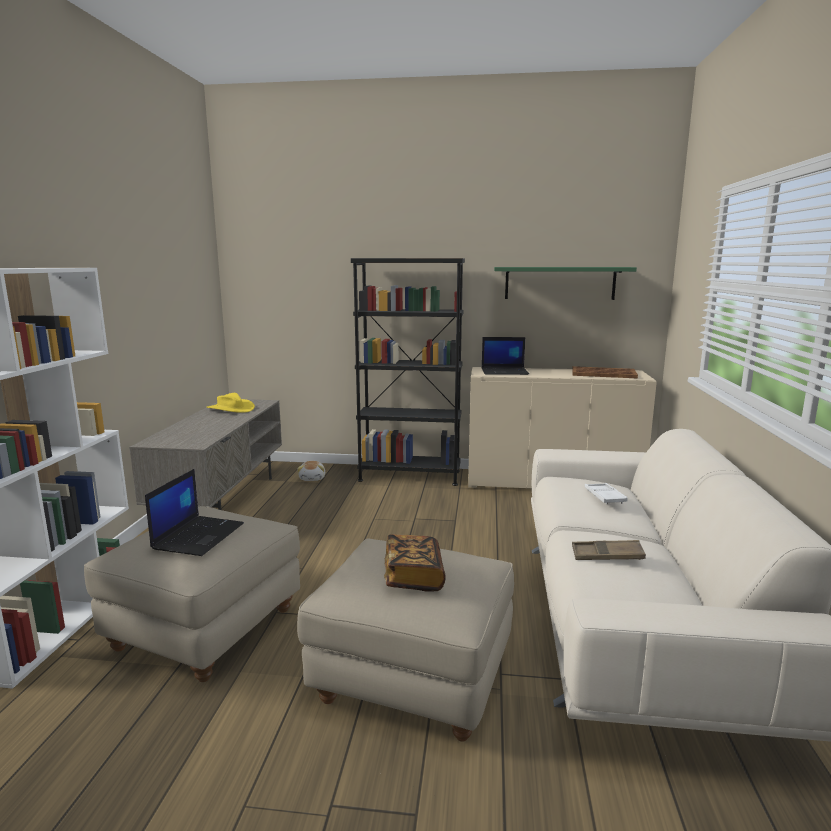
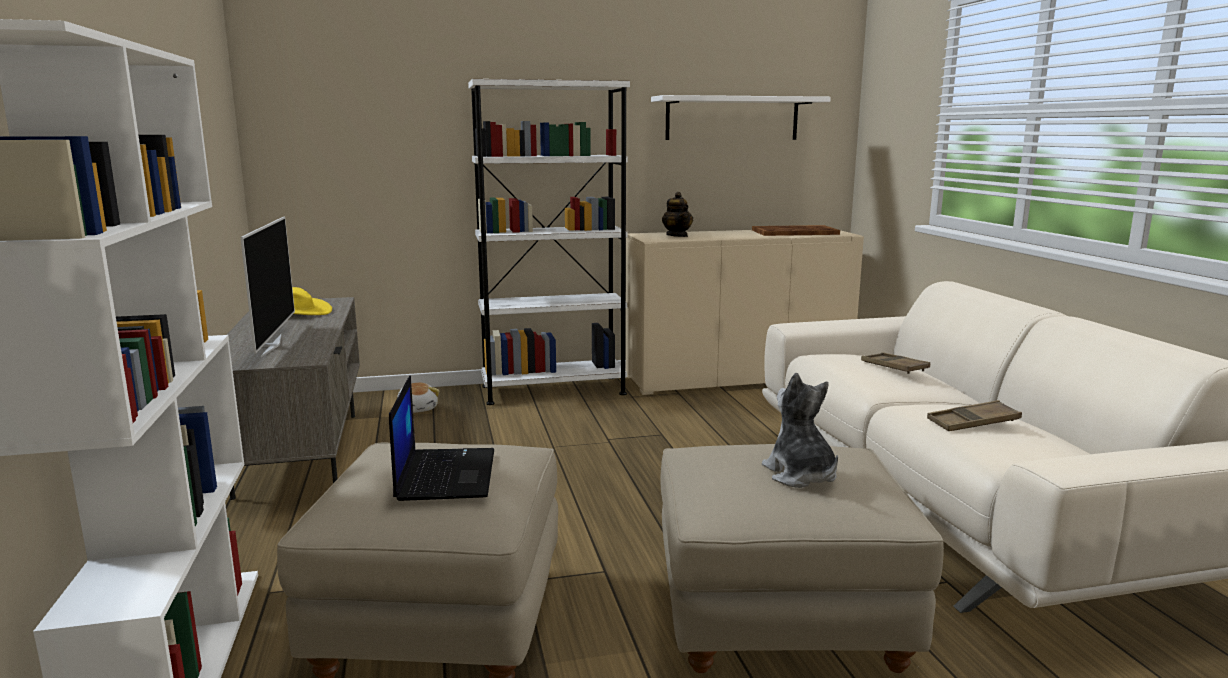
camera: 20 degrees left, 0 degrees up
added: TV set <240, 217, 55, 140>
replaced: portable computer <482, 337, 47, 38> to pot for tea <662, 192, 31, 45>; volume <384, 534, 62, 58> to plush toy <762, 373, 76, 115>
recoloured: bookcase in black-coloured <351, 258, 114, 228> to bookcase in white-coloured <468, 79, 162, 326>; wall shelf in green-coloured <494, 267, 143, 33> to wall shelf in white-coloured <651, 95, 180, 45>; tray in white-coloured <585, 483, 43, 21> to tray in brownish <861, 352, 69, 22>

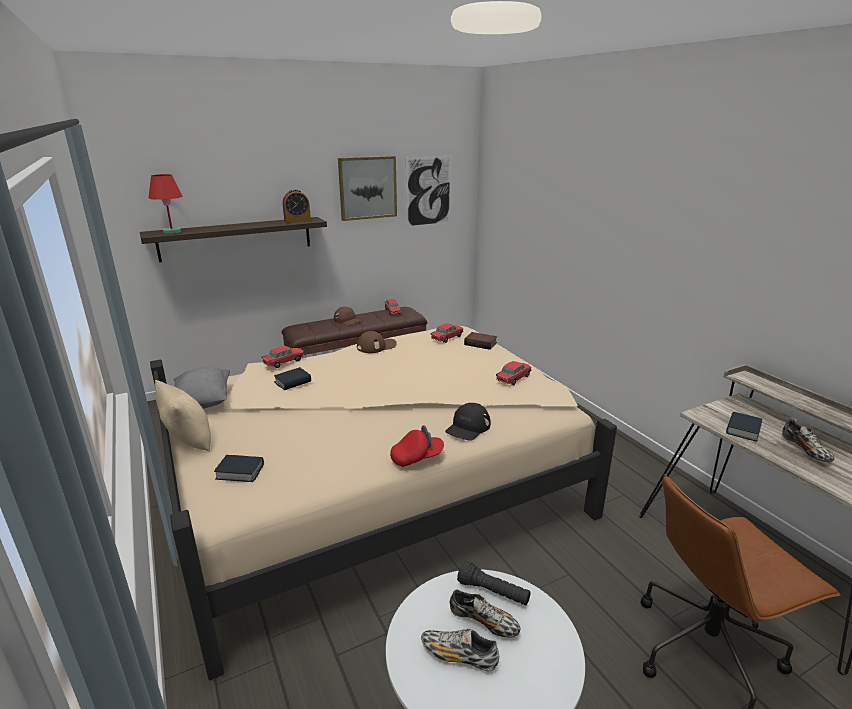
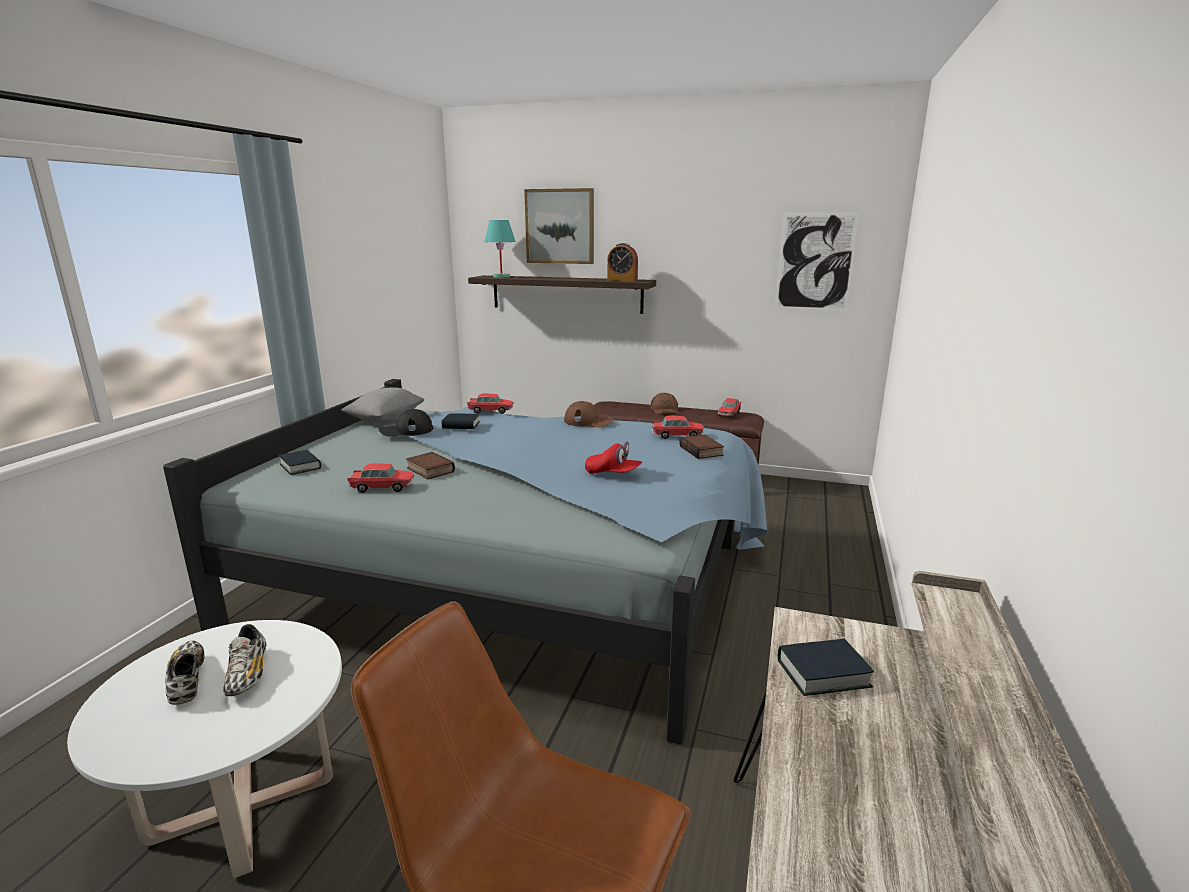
camera: 45 degrees right, 5 degrees down
removed: throw pillow in sand-coloured <155, 380, 56, 71>; low shoe <782, 419, 53, 43>; flashlight in black-coloured <457, 561, 74, 45>
added: volume <406, 452, 49, 27>
moved: wall art <338, 156, 59, 65> to <524, 188, 70, 76>; model car <496, 361, 36, 24> to <348, 463, 66, 30>; baseball cap in black-coloured <445, 403, 46, 38> to <379, 409, 54, 27>; baseball cap in reddish <390, 425, 54, 42> to <585, 441, 57, 33>
recoloured: tabletop lamp in reddish <148, 174, 35, 60> to tabletop lamp in turquoise <484, 220, 32, 58>; bed in sand-coloured <150, 326, 467, 354> to bed in blue-coloured <163, 379, 605, 366>

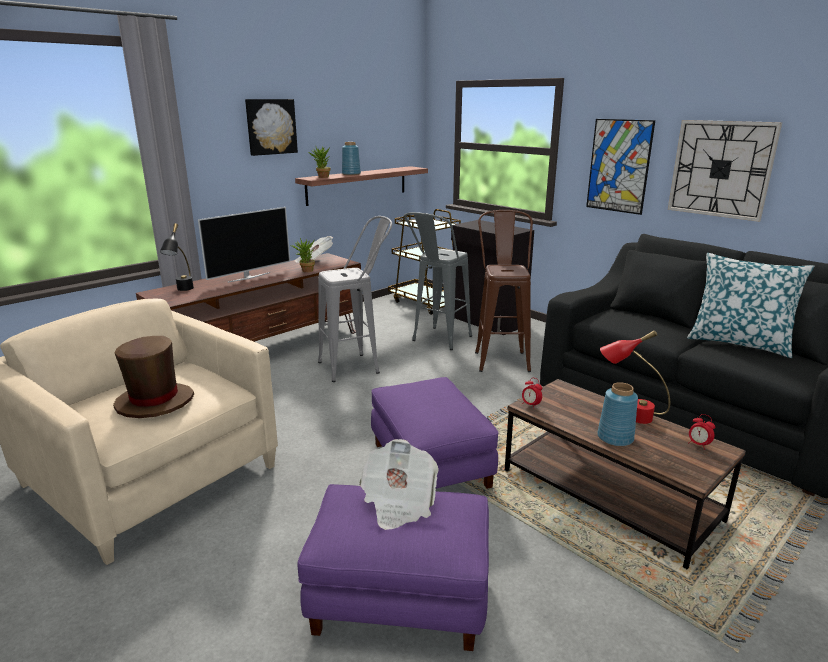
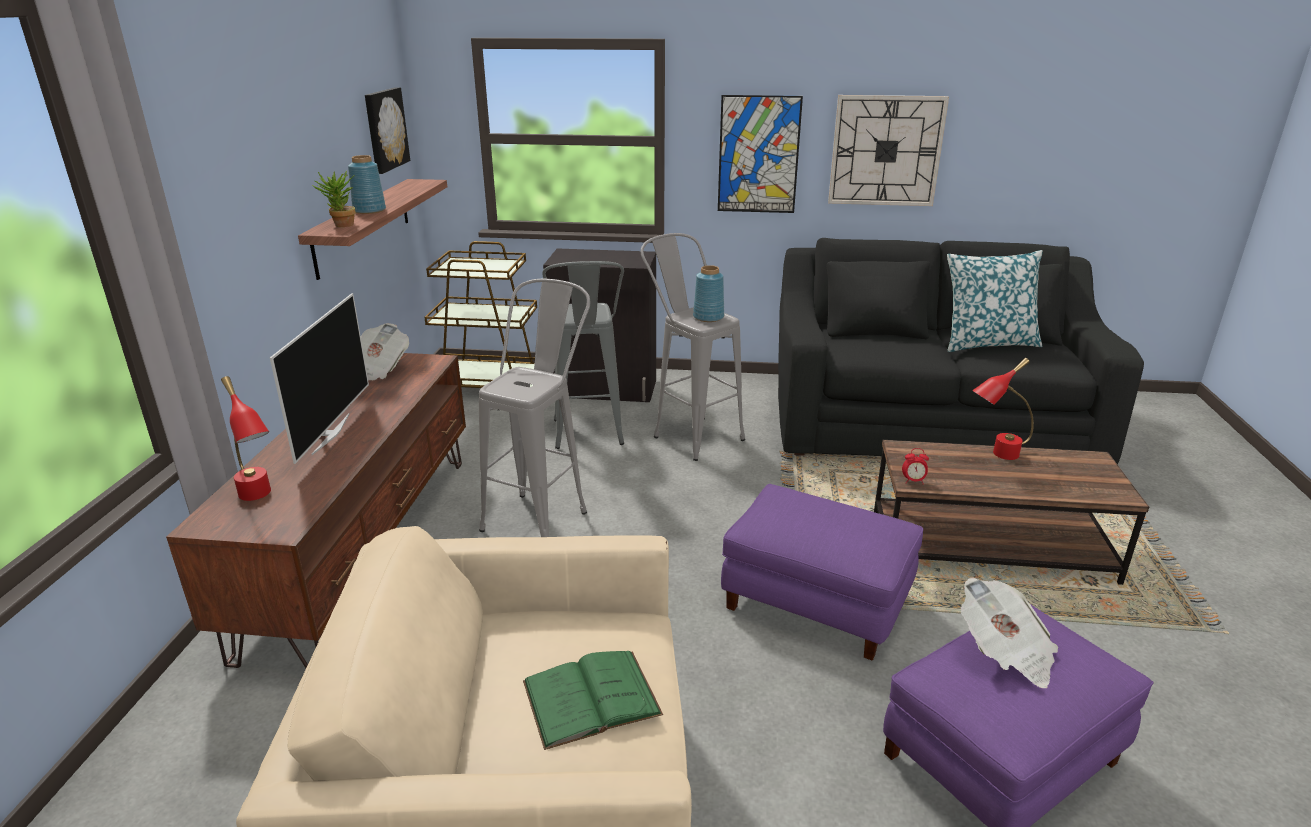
camera: 40 degrees left, 5 degrees up
removed: plant in a pot <292, 238, 23, 34>; table clock <688, 414, 27, 36>
moved: wall art <245, 99, 53, 57> to <365, 87, 45, 87>; vase in blue-coloured <597, 382, 41, 64> to <693, 265, 31, 57>
replaced: wearable hat in brownish <113, 336, 81, 82> to volume in green-coloured <523, 651, 140, 99>
recoloured: stool seat in brownish <475, 210, 58, 162> to stool seat in greyish <641, 233, 104, 228>; tabletop lamp in black-coloured <160, 223, 34, 68> to tabletop lamp in reddish <221, 376, 50, 125>

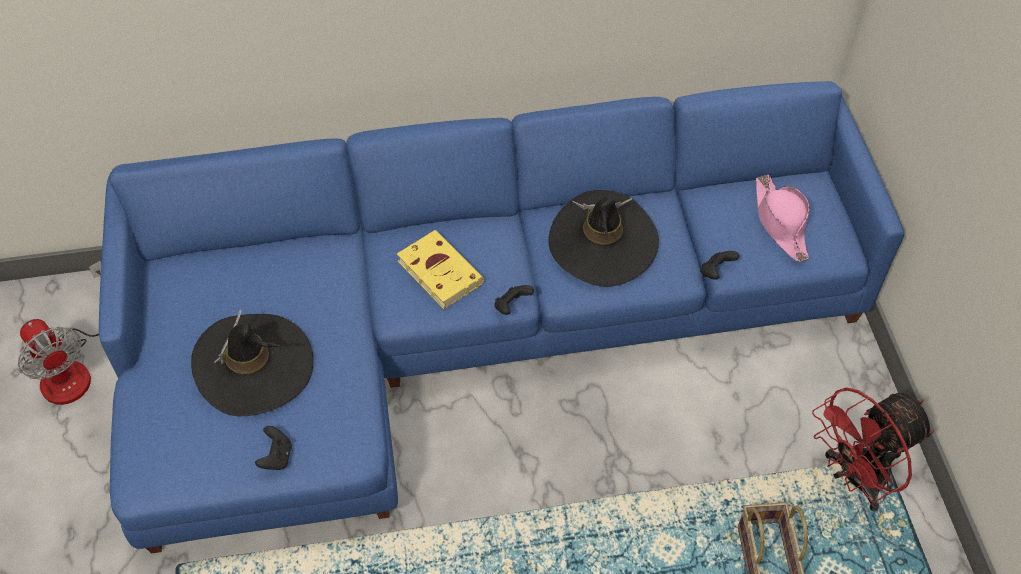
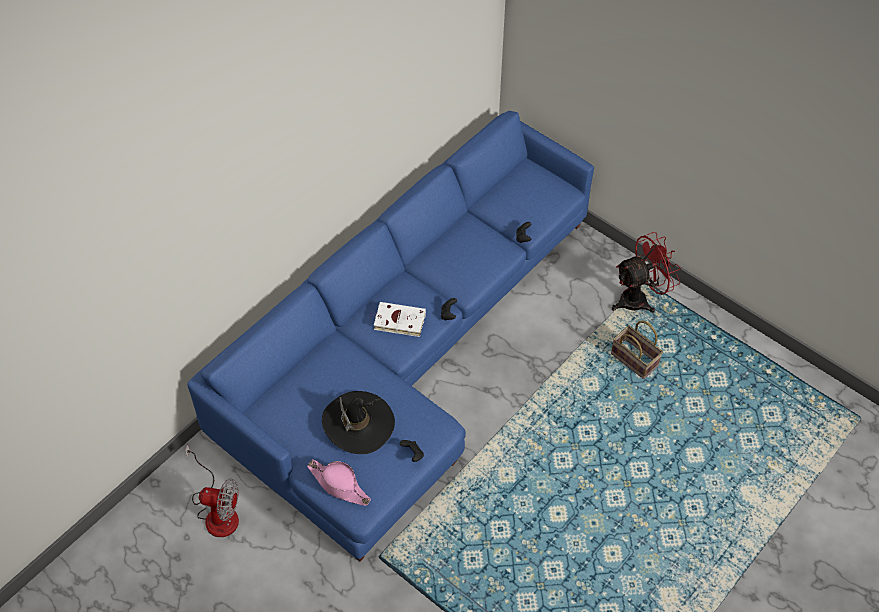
camera: 40 degrees left, 0 degrees up
removed: wearable hat in black-coloured <548, 190, 111, 97>
moved: wearable hat in pinkish <756, 175, 54, 87> to <307, 459, 64, 47>
recoloured: volume in yellowish <397, 230, 87, 79> to volume in white-coloured <368, 302, 58, 35>
turned: fan in reddish <812, 387, 122, 125> = <612, 232, 69, 81> 135 degrees counterclockwise

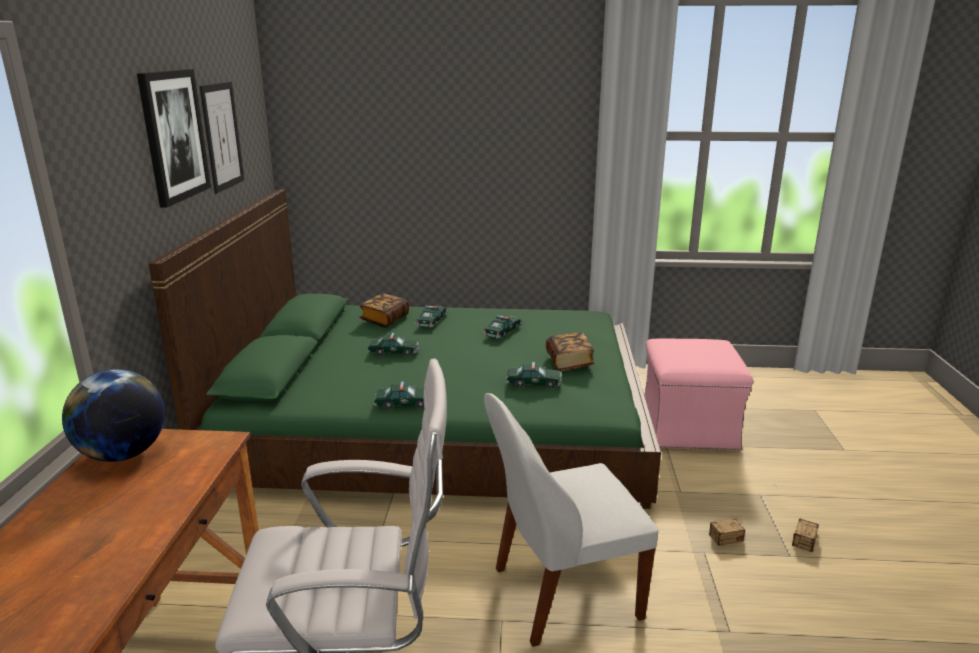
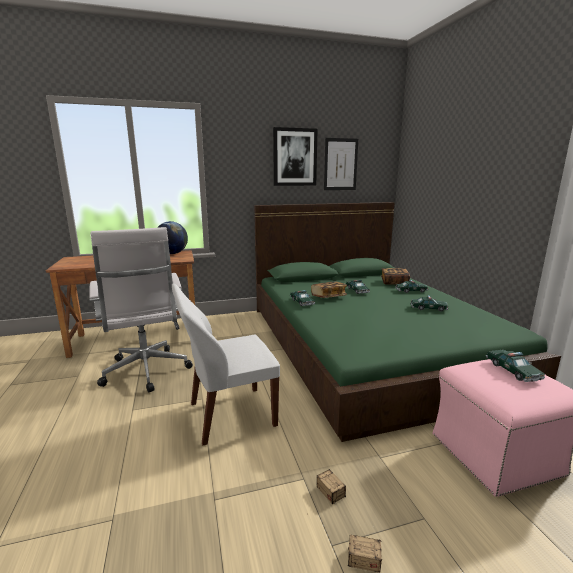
camera: 70 degrees right, 5 degrees down
moved: volume <546, 332, 49, 39> to <311, 281, 36, 17>; model car <506, 362, 56, 26> to <486, 350, 59, 32>
turned: plain chair in white-coloured <484, 393, 174, 254> = <172, 283, 108, 162> 75 degrees counterclockwise

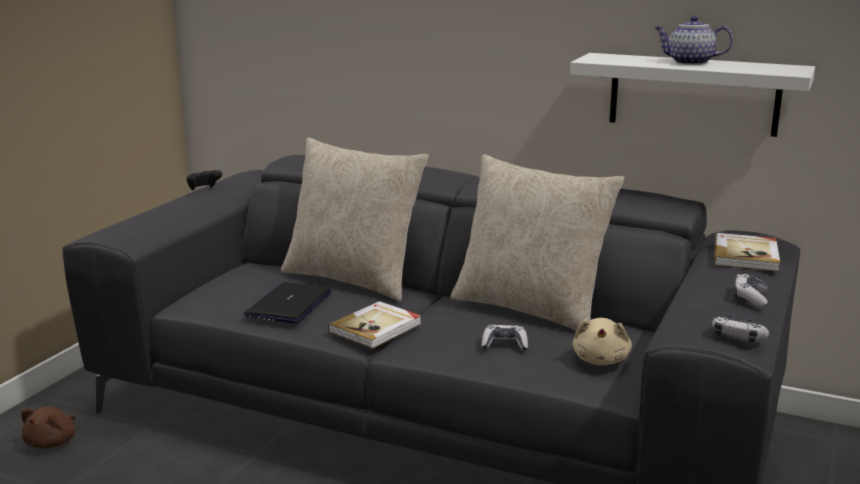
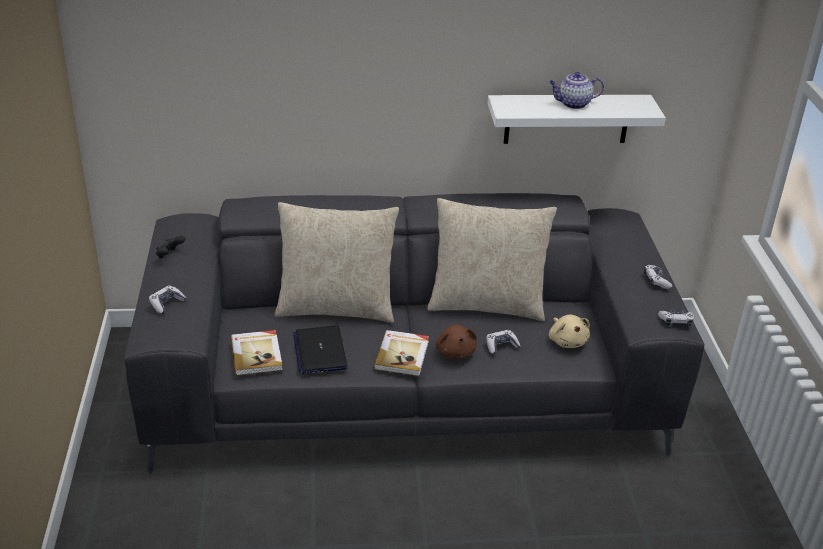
camera: 30 degrees left, 15 degrees up
added: game controller <149, 286, 37, 28>
moved: volume <715, 233, 65, 38> to <231, 330, 52, 46>; plush toy in brownish <22, 407, 54, 42> to <436, 325, 41, 34>

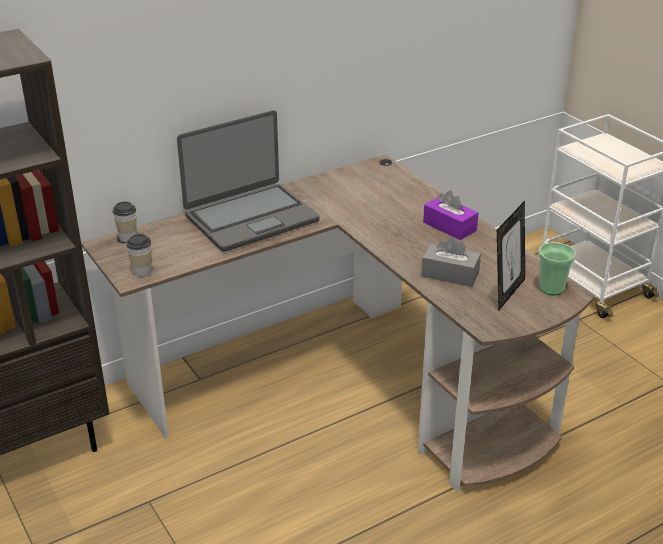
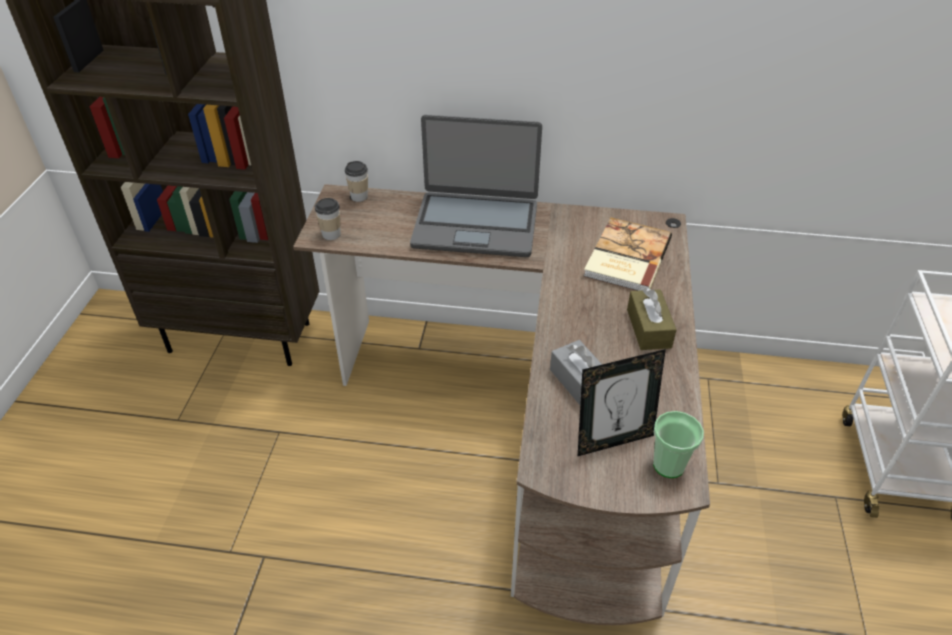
camera: 40 degrees right, 10 degrees up
added: volume <583, 218, 89, 73>
recoloured: tissue box in purple <423, 190, 55, 50> to tissue box in brownish <627, 288, 50, 62>

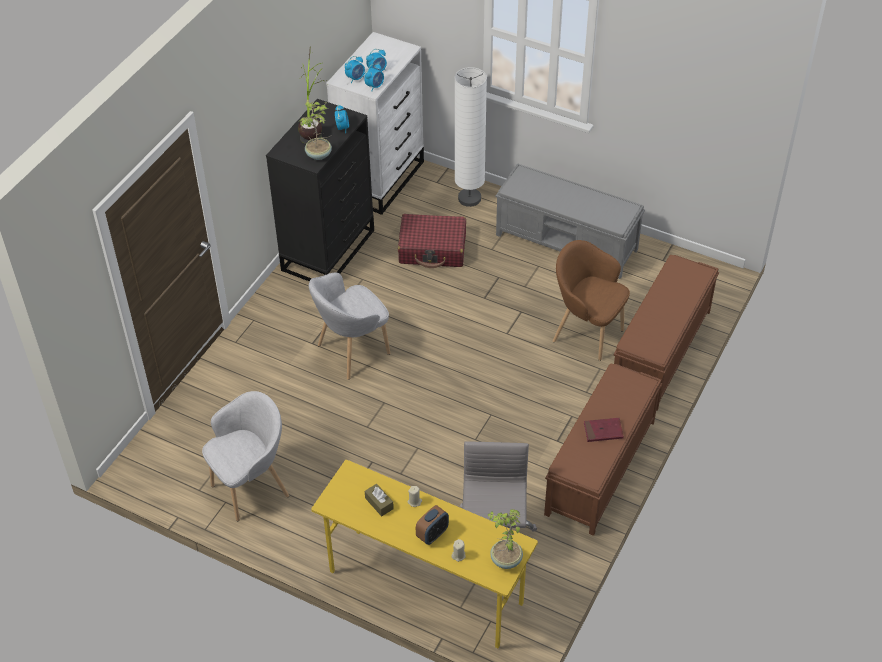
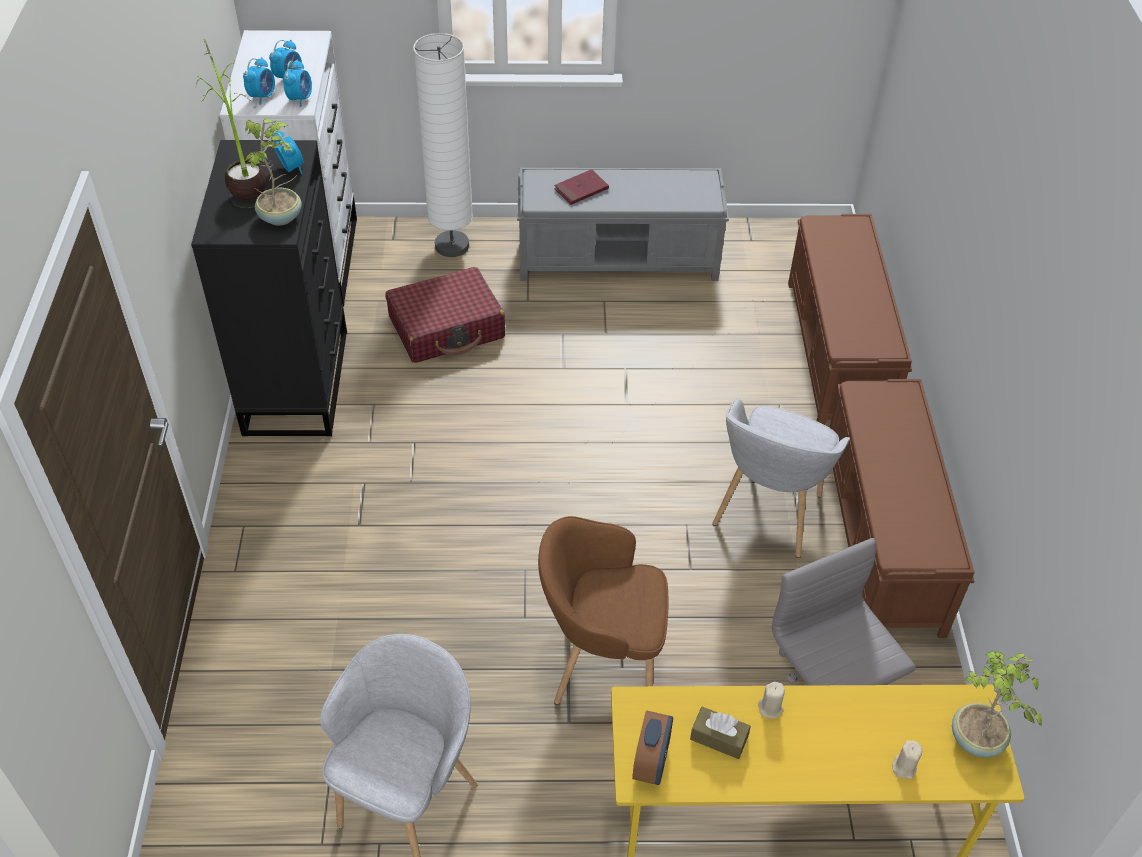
camera: 30 degrees left, 0 degrees up
moved: armchair in brownish <553, 240, 77, 121> to <538, 516, 130, 189>; armchair in greyish <309, 273, 81, 107> to <712, 398, 138, 160>; volume in reddish <584, 418, 40, 24> to <554, 169, 55, 36>; table clock <416, 505, 33, 40> to <632, 710, 41, 75>

